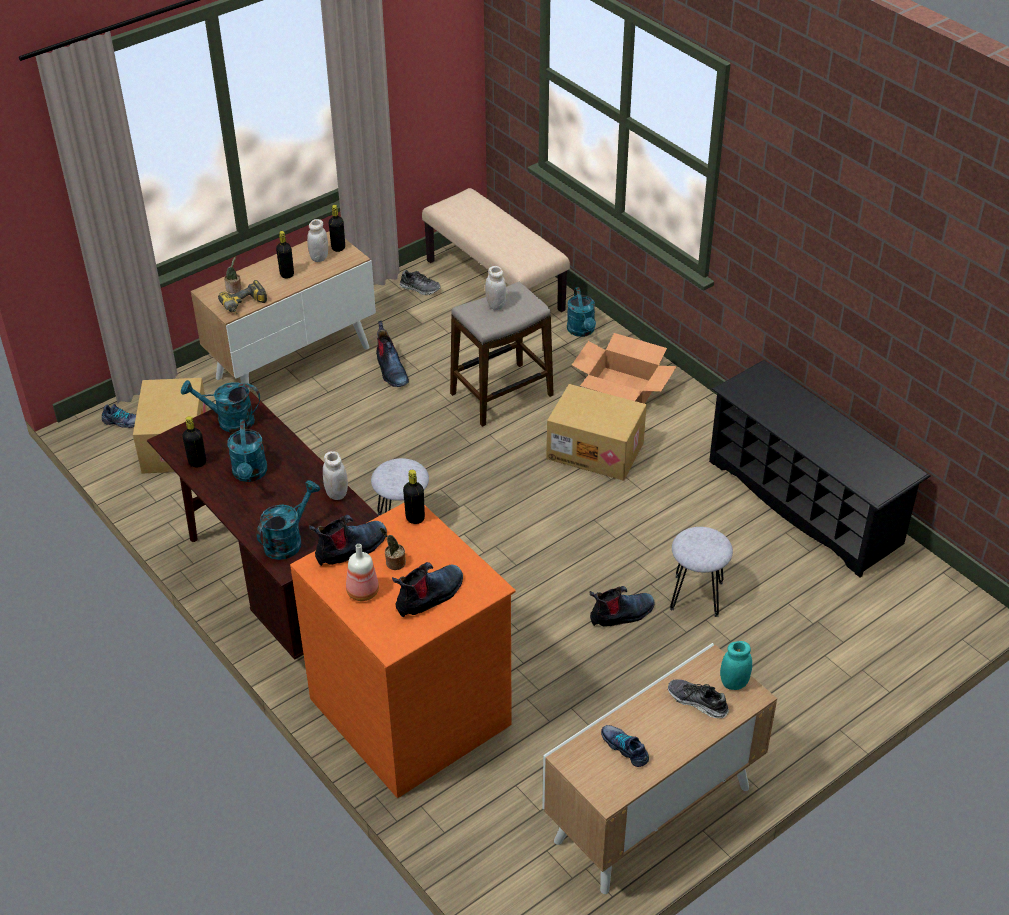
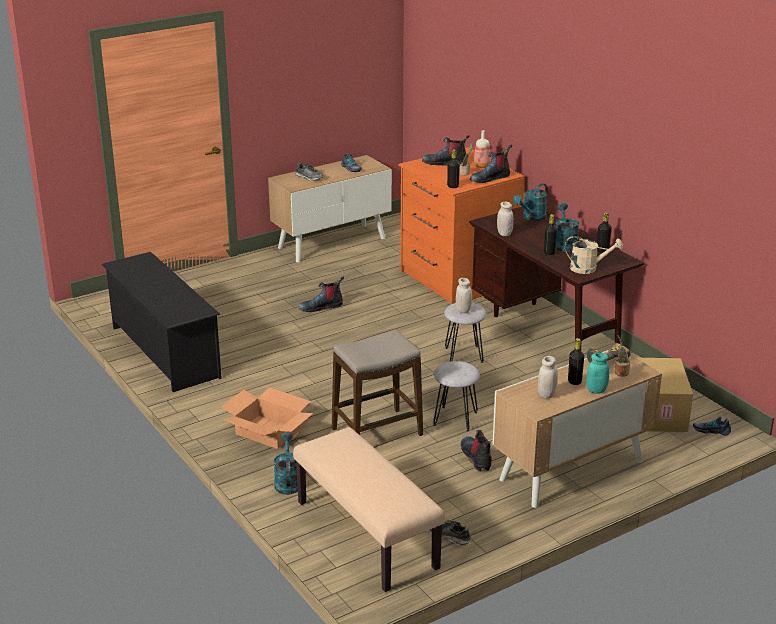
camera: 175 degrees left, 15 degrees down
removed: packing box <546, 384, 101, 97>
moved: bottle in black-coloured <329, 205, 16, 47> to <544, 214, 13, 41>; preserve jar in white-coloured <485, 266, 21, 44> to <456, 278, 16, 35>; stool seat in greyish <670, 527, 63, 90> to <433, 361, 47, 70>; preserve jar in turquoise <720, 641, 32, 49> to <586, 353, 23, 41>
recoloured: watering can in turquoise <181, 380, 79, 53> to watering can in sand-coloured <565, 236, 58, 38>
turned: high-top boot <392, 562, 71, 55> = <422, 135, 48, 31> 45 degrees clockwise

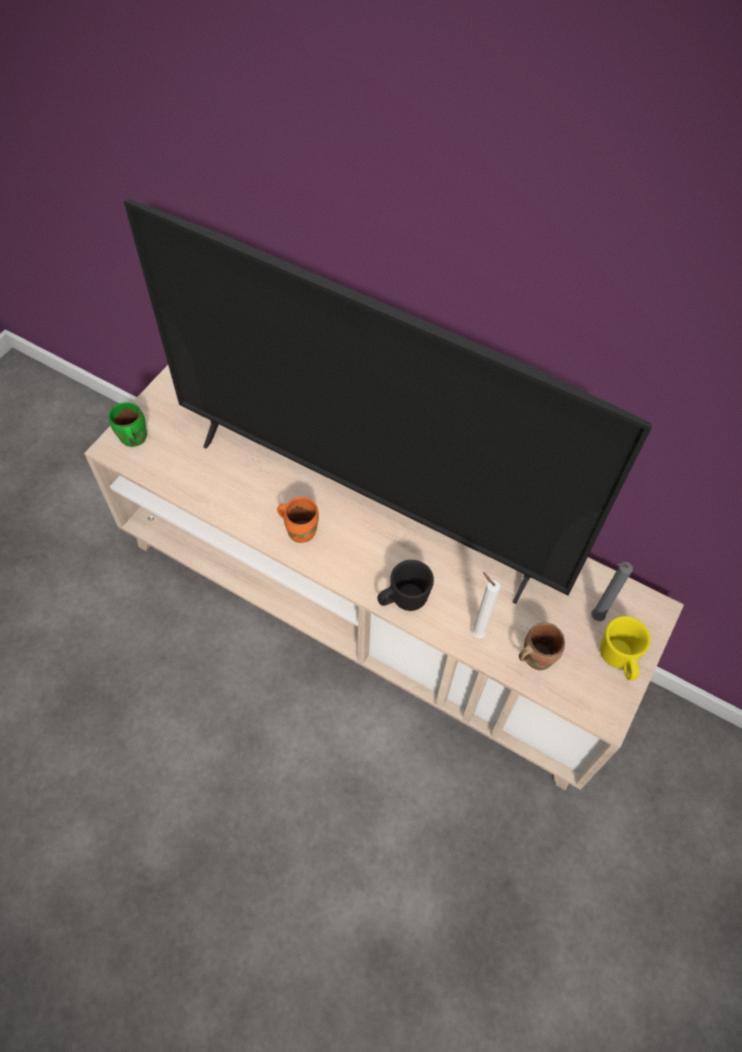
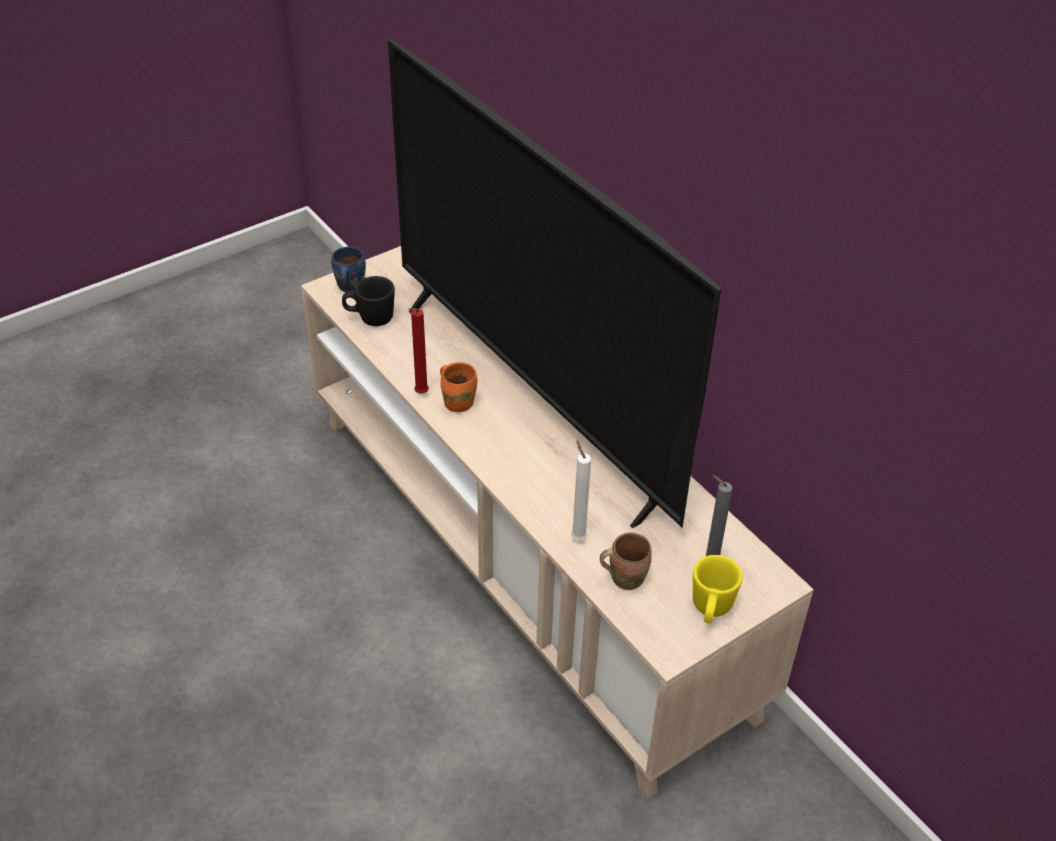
camera: 25 degrees right, 15 degrees down
added: wax light in reddish <408, 308, 21, 85>
moved: tea mug in black-coloured <377, 560, 57, 51> to <342, 276, 53, 50>
recoloured: tea mug in green-coloured <109, 402, 38, 45> to tea mug in blue-coloured <331, 247, 35, 45>

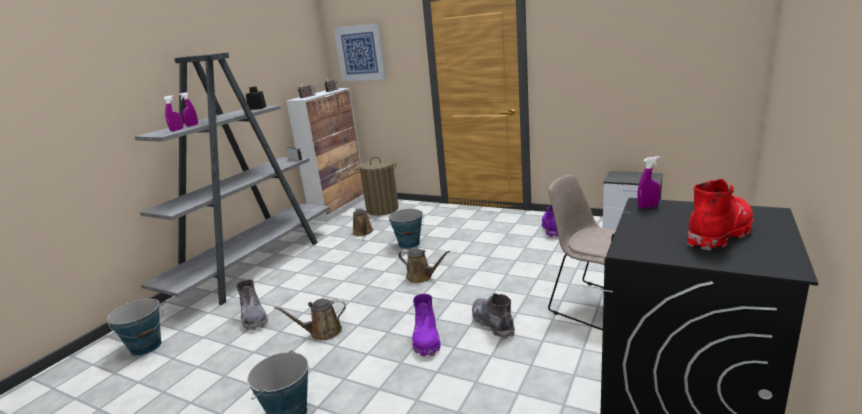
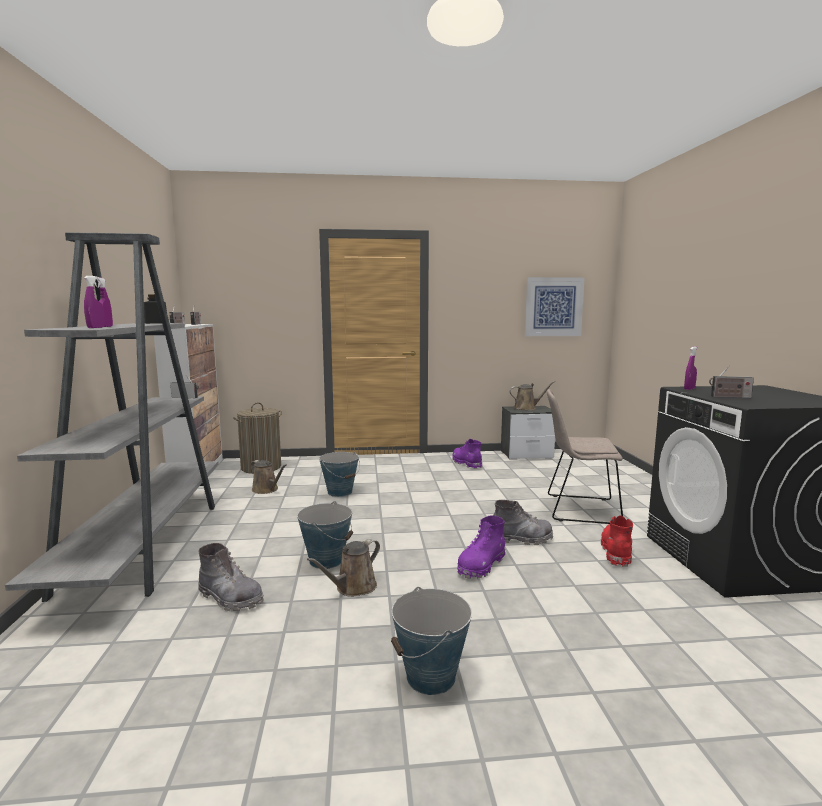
camera: 35 degrees left, 10 degrees down
added: radio <709, 366, 45, 32>
moved: wall art <334, 23, 52, 59> to <525, 277, 60, 59>; high-top boot in reddish <687, 179, 66, 71> to <601, 515, 32, 52>; watering can in brownish <398, 249, 52, 34> to <509, 381, 46, 29>; bucket <107, 299, 56, 57> to <297, 501, 56, 68>
turned: high-top boot in greyish <472, 293, 43, 46> = <493, 500, 60, 45> 150 degrees clockwise; high-top boot in purple <412, 294, 29, 63> = <457, 515, 48, 64> 75 degrees clockwise

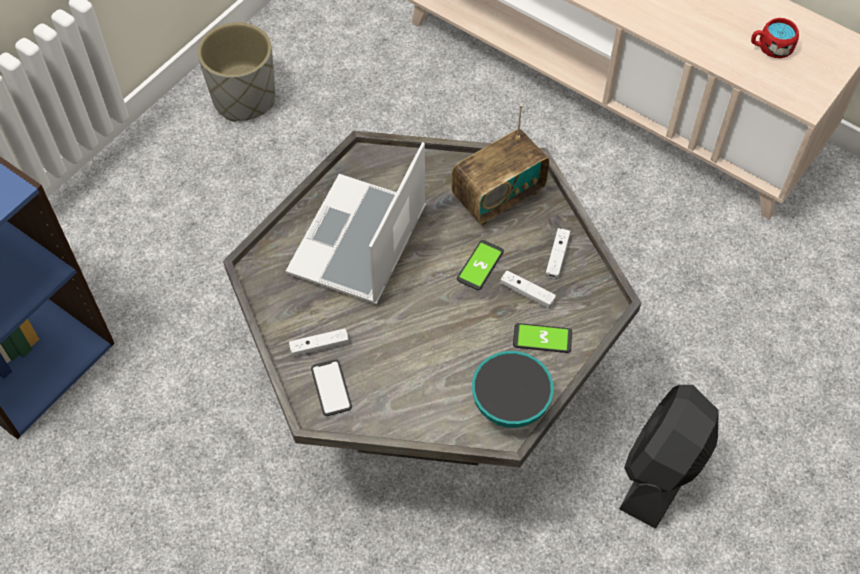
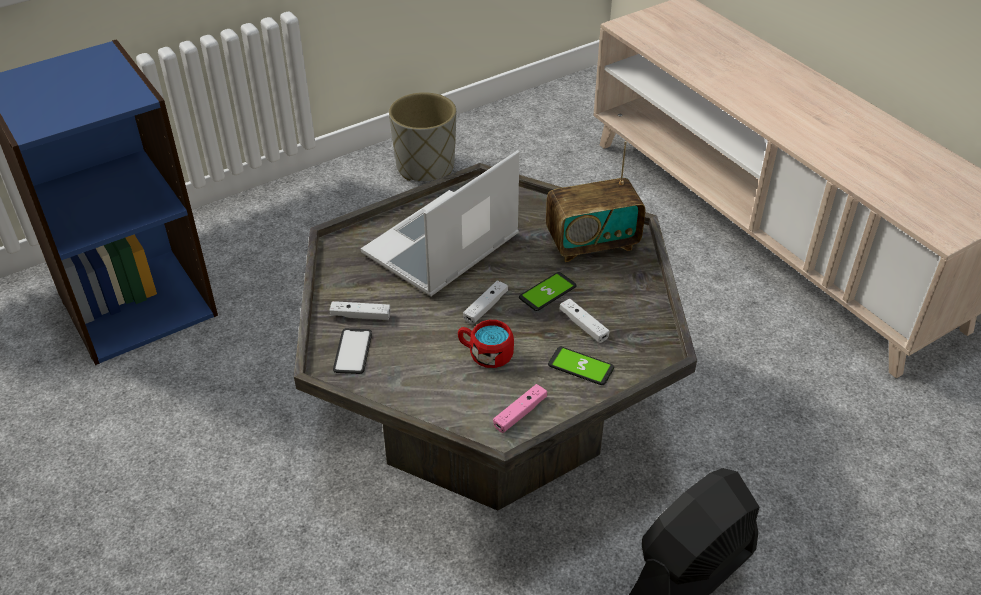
camera: 20 degrees right, 15 degrees down
moved: tea mug in reddish <751, 18, 48, 40> to <458, 320, 56, 48>; game controller in white-coloured <545, 228, 25, 52> to <463, 280, 45, 45>
replaced: deep dish <472, 351, 82, 77> to game controller in pinkish <493, 384, 54, 49>

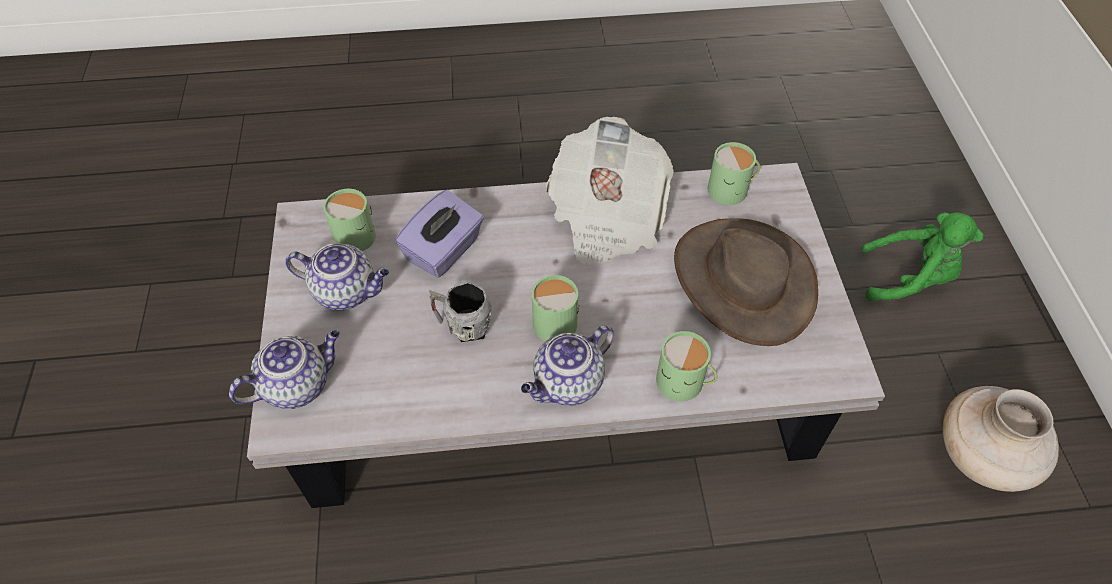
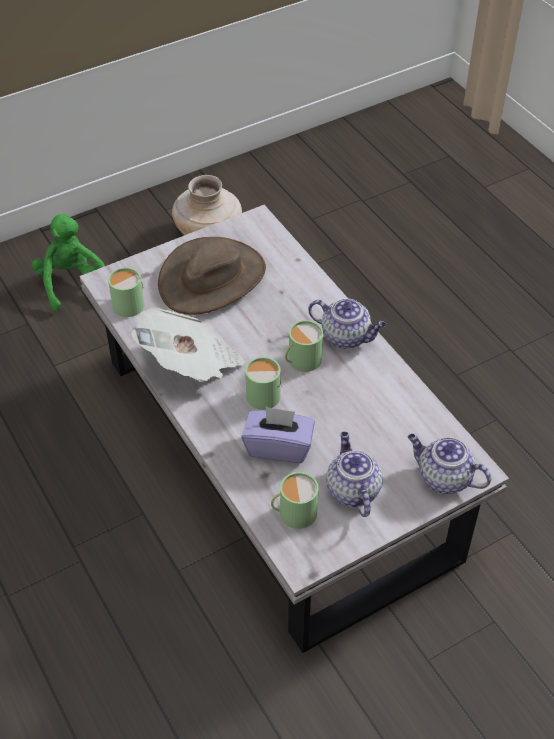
camera: 115 degrees left, 5 degrees down
removed: tea mug in greyish <429, 281, 63, 61>
moved: tea mug in green-coloured <656, 331, 62, 70> to <245, 357, 37, 53>

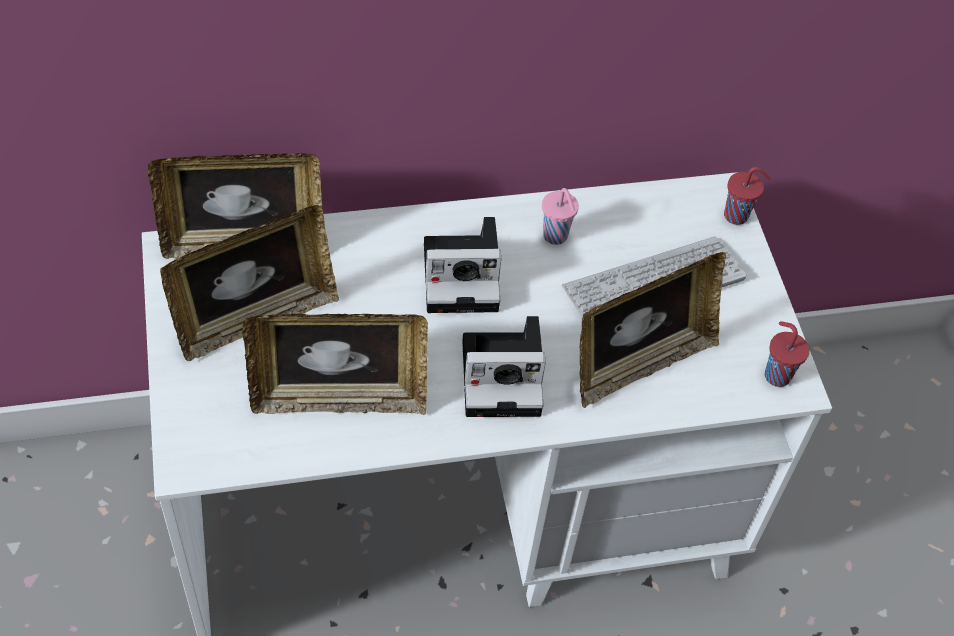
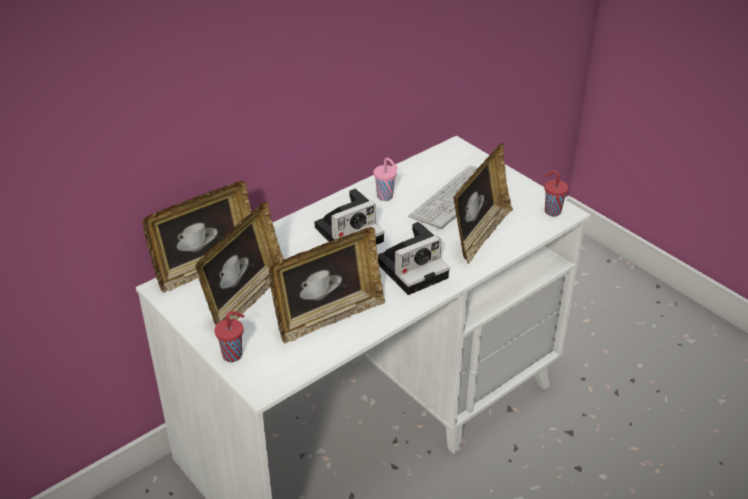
camera: 25 degrees left, 15 degrees down
moved: drinking cup in reddish <724, 167, 47, 58> to <214, 311, 30, 51>

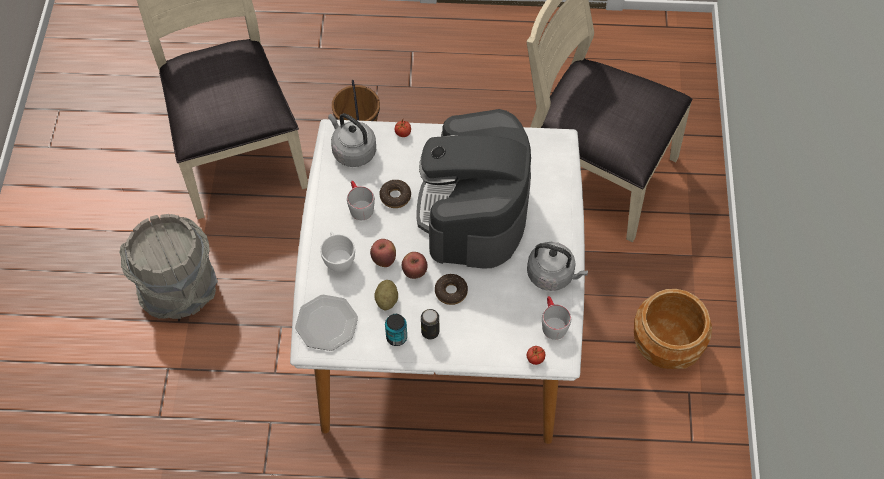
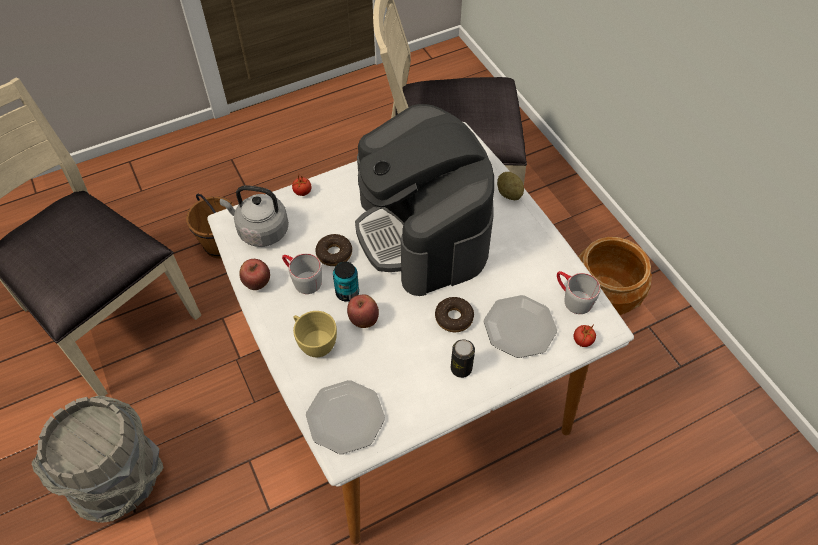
camera: 30 degrees left, 5 degrees down
removed: tea kettle in greyish <527, 242, 61, 49>
added: plate <484, 295, 73, 63>
moved: apple <402, 252, 26, 27> to <239, 259, 31, 31>; whole potato <374, 280, 24, 31> to <497, 172, 27, 28>; can <385, 314, 22, 32> to <333, 262, 26, 40>
recoloured: drinking cup in white-coloured <320, 232, 35, 40> to drinking cup in yellowish <293, 311, 44, 46>

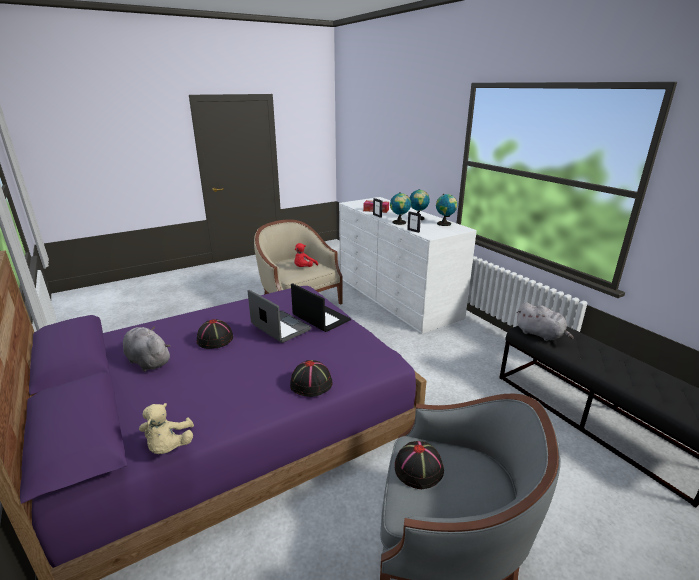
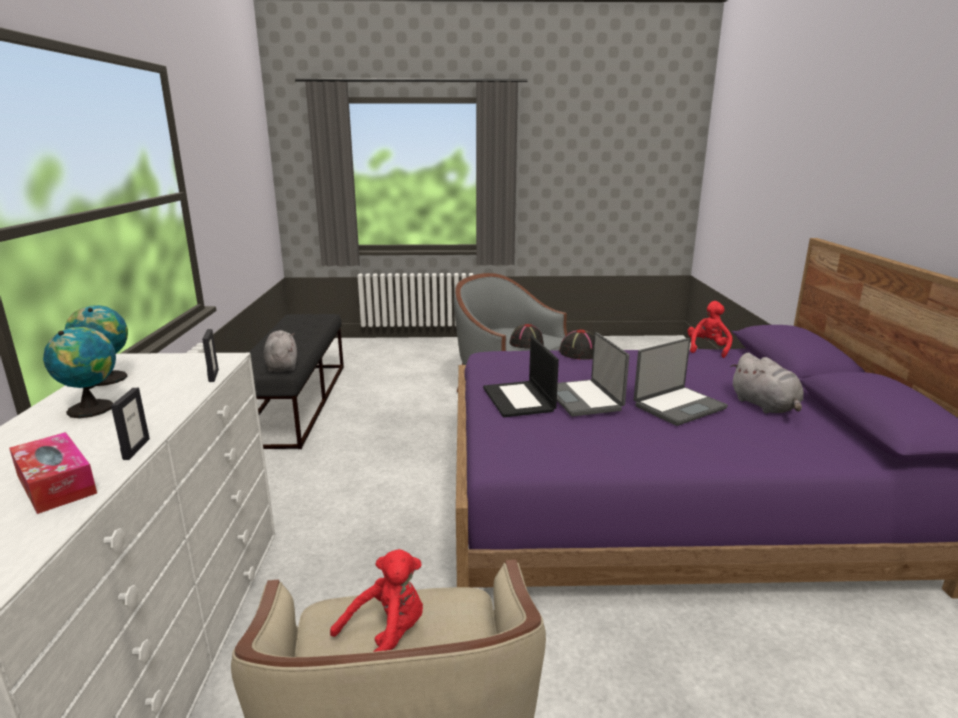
camera: 150 degrees left, 5 degrees down
removed: world globe <390, 192, 21, 33>
replaced: wearable hat in black-coloured <196, 319, 37, 30> to portable computer <634, 338, 94, 88>
recoloured: plush toy in sand-coloured <139, 403, 55, 51> to plush toy in reddish <688, 301, 45, 57>

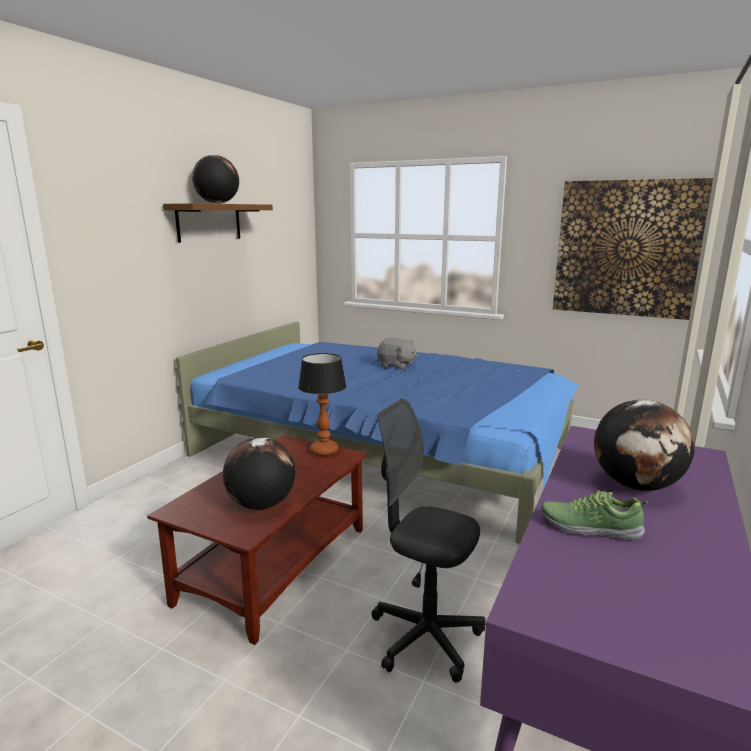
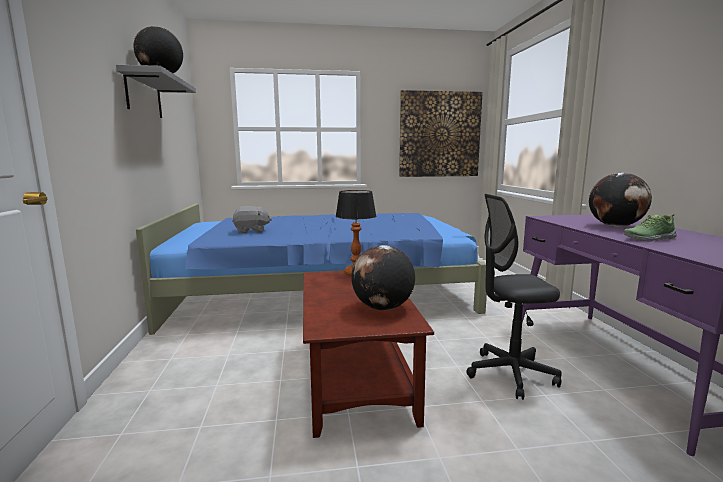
camera: 35 degrees left, 5 degrees down
moved: plush toy in greyish <377, 338, 40, 31> to <232, 206, 40, 27>
recoloured: wall shelf in brownish <163, 203, 110, 40> to wall shelf in greyish <116, 65, 80, 53>

